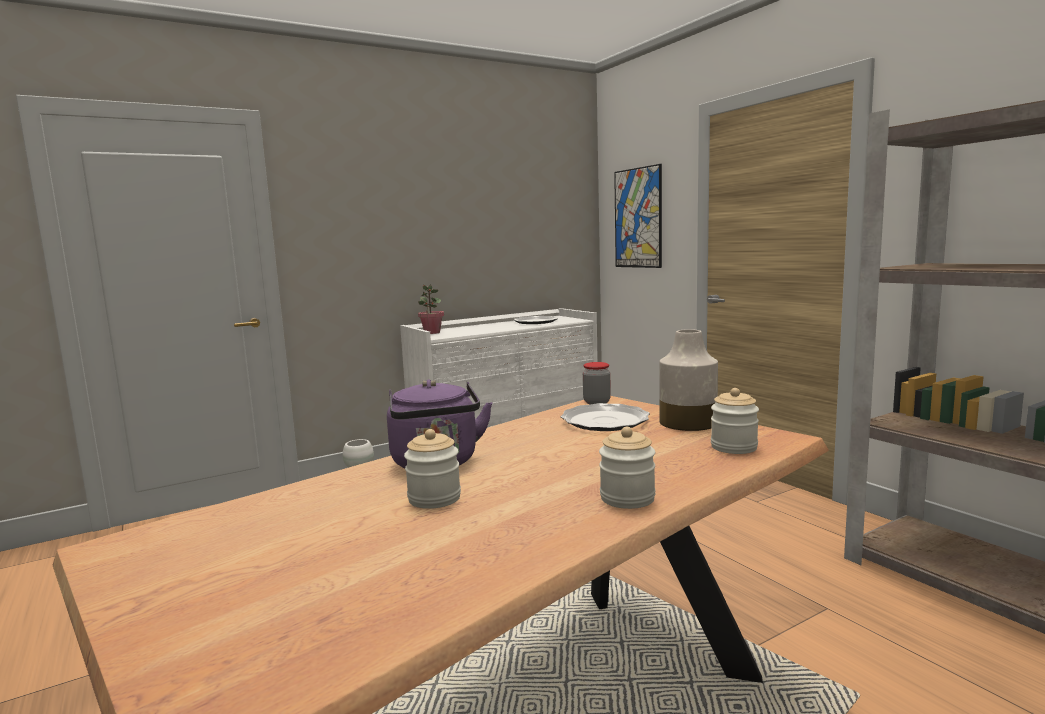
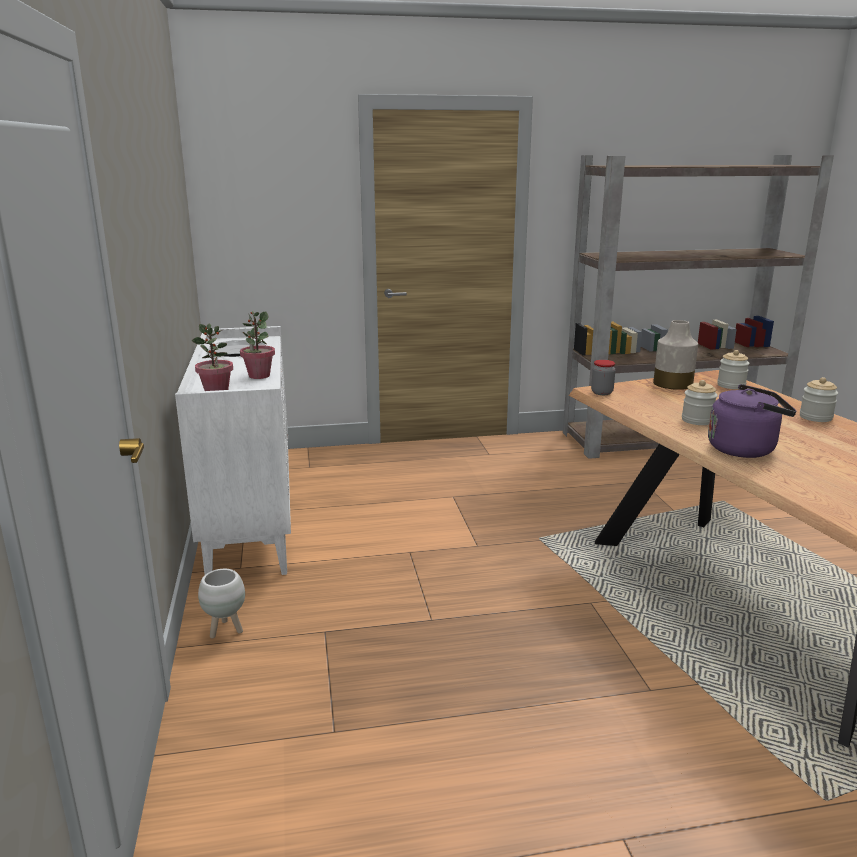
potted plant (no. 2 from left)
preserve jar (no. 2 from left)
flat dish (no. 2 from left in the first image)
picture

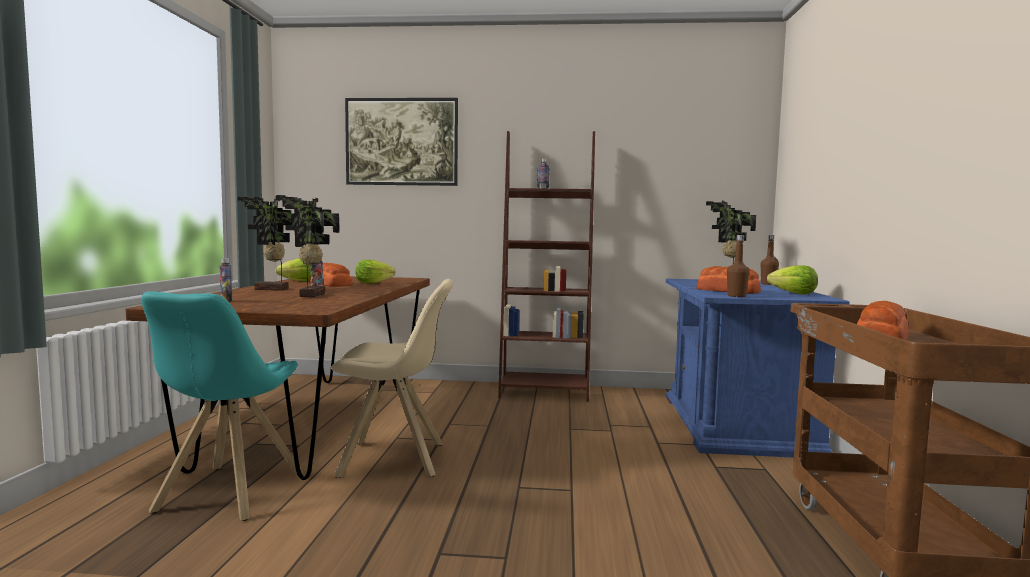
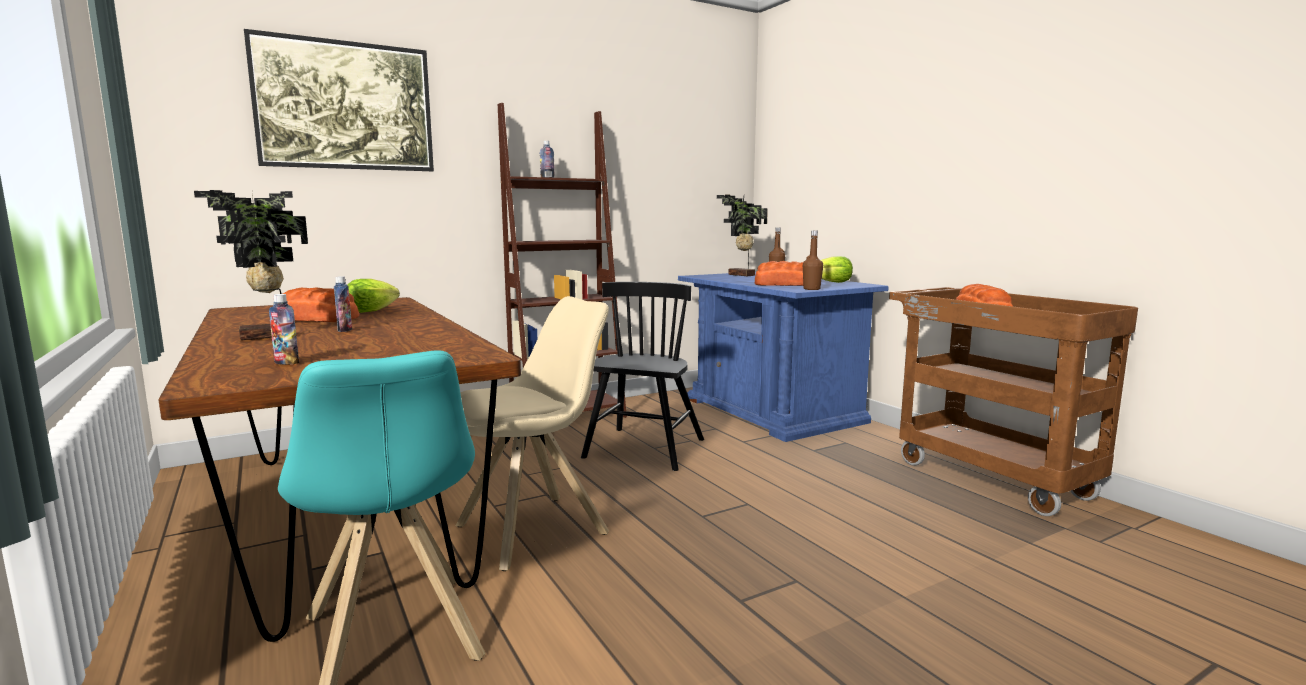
black-coloured chair
potted plant (no. 2 from left in the first image)
head of lettuce (no. 1 from left in the first image)

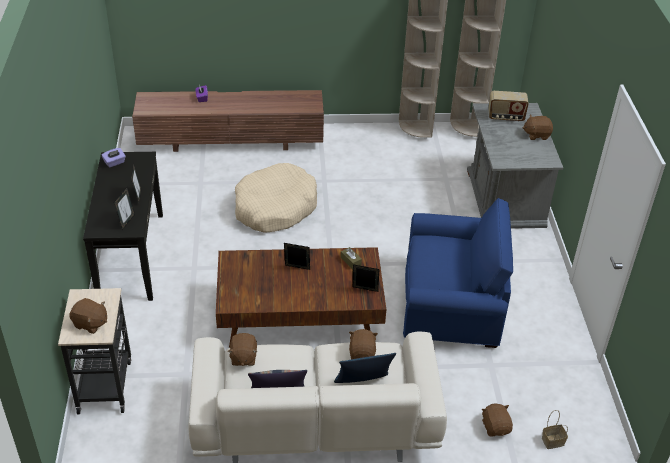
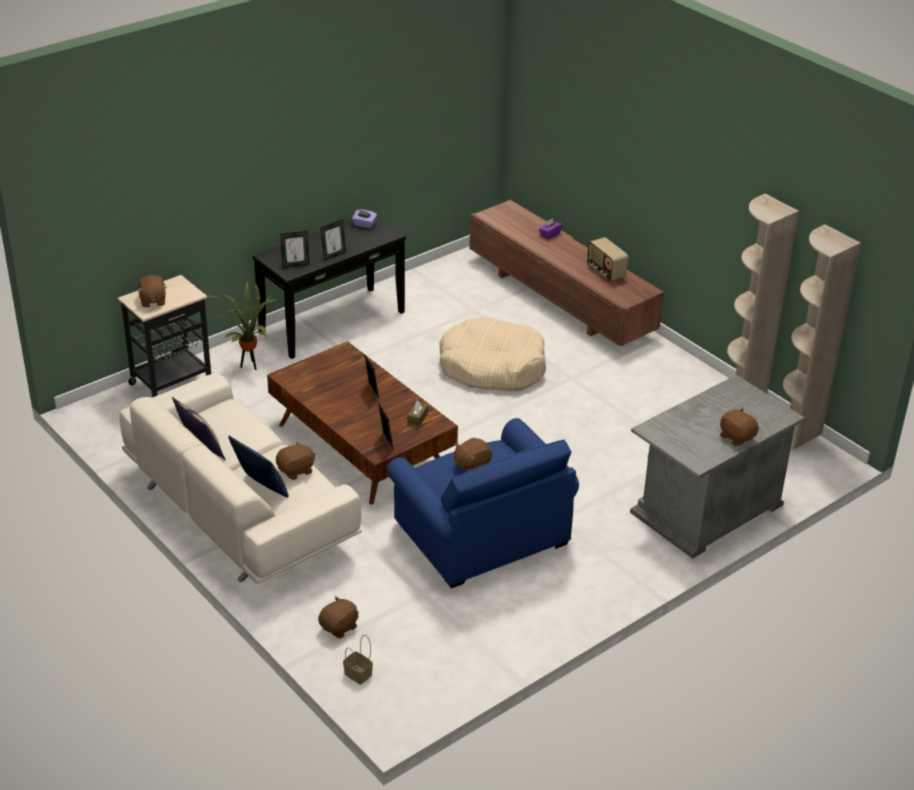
potted plant
brown-coloured soft toy (no. 4 from left)
radio set

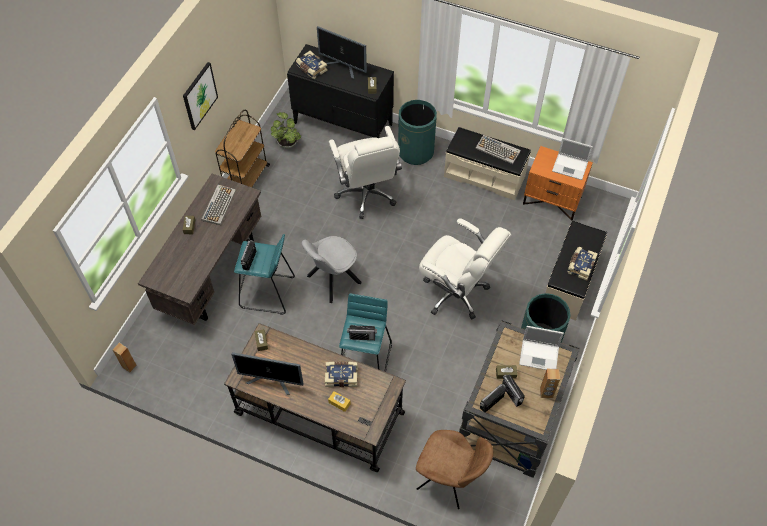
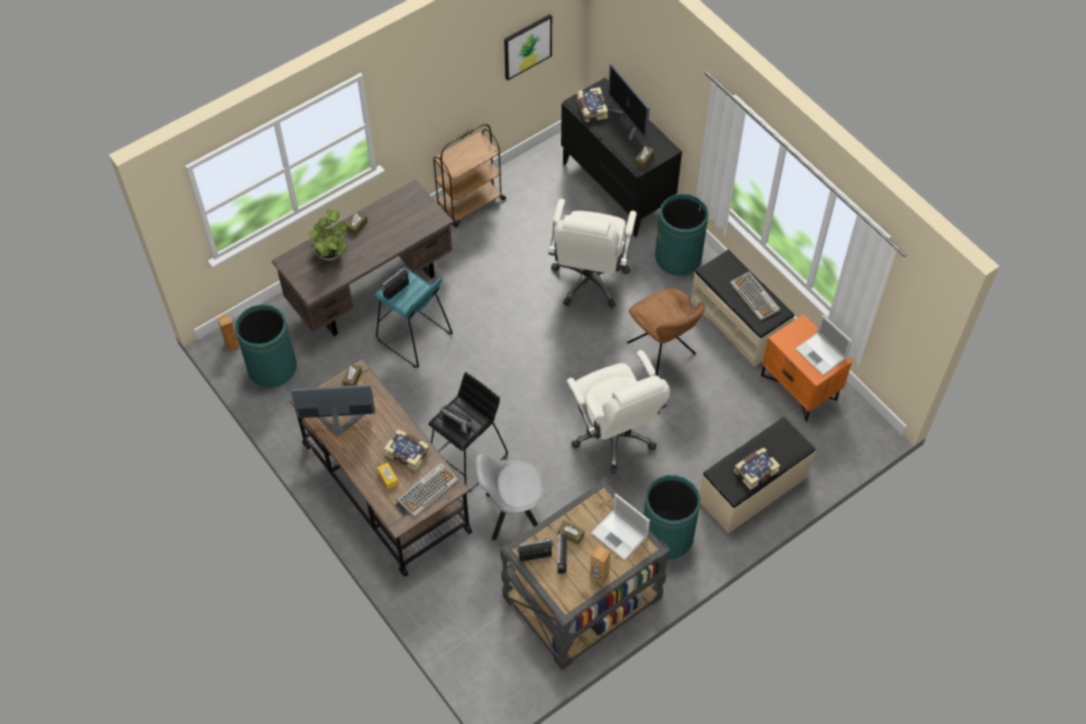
green waste bin (no. 1 from left)
monitor (no. 1 from left)
potted plant
keyboard (no. 1 from left)
black-coloured stool seat
grey chair
picture
brown-coloured chair

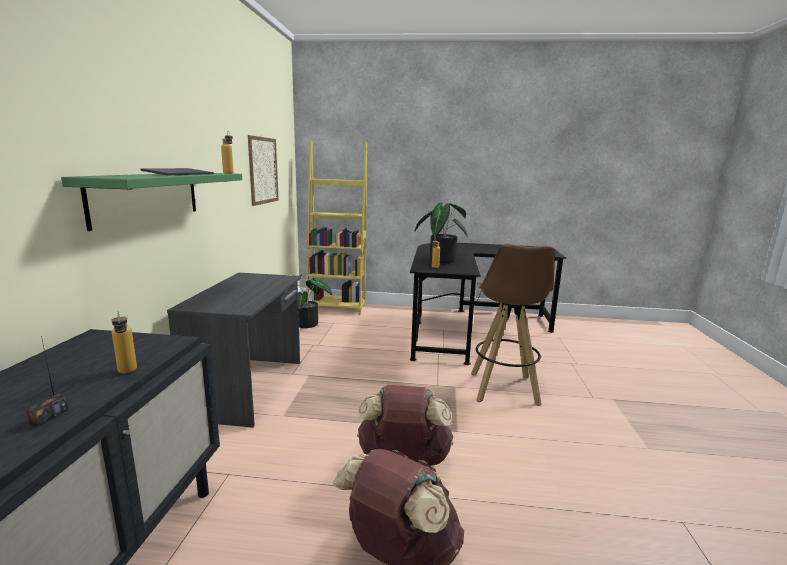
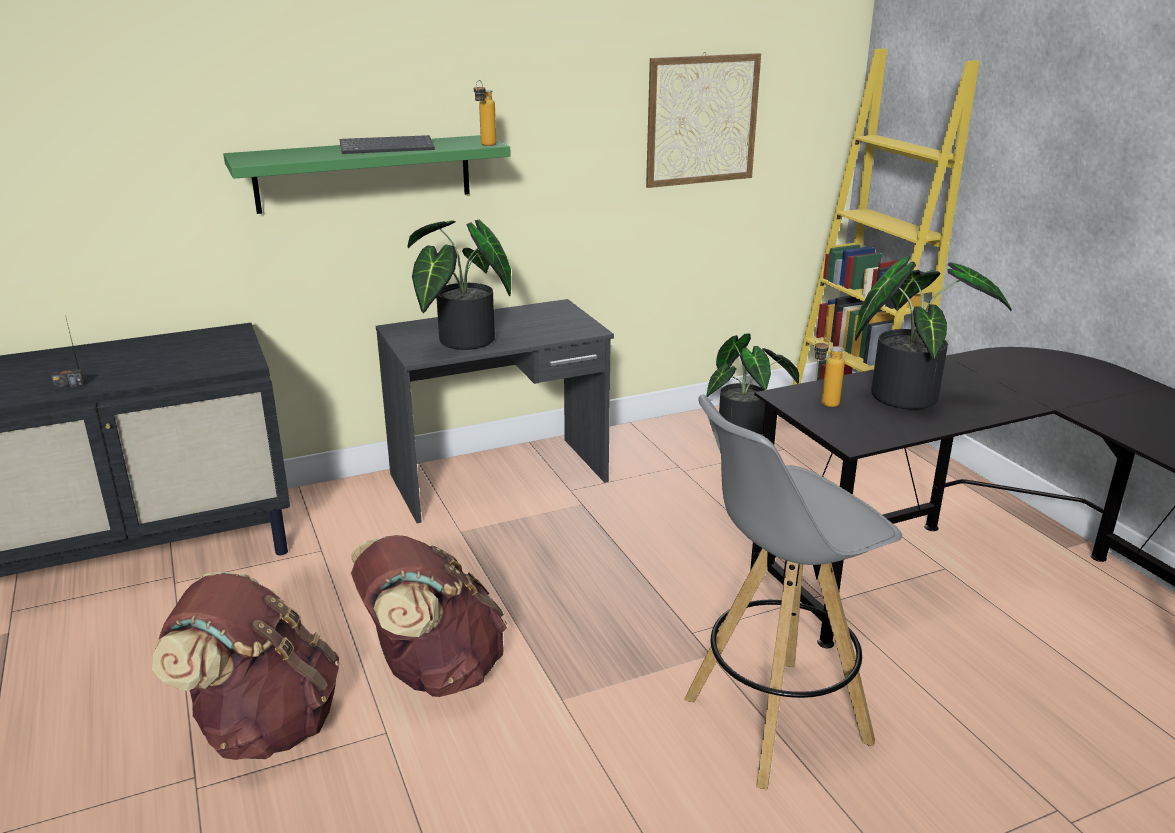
potted plant (no. 1 from left)
grey stool seat
drink bottle (no. 1 from left in the first image)

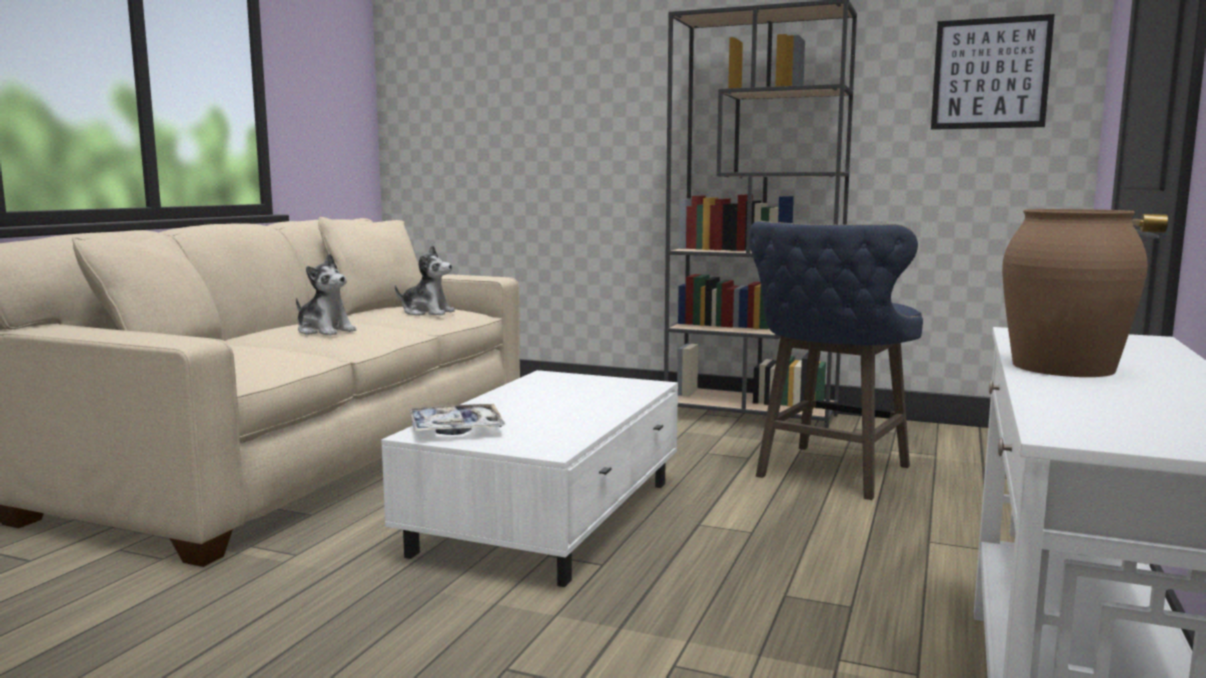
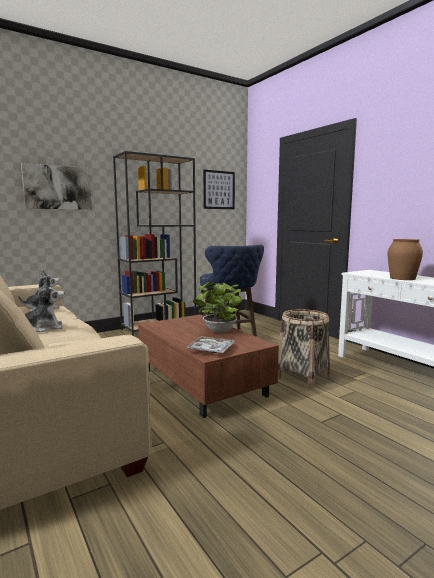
picture (no. 1 from left)
brown-coloured low table
potted plant
household basket

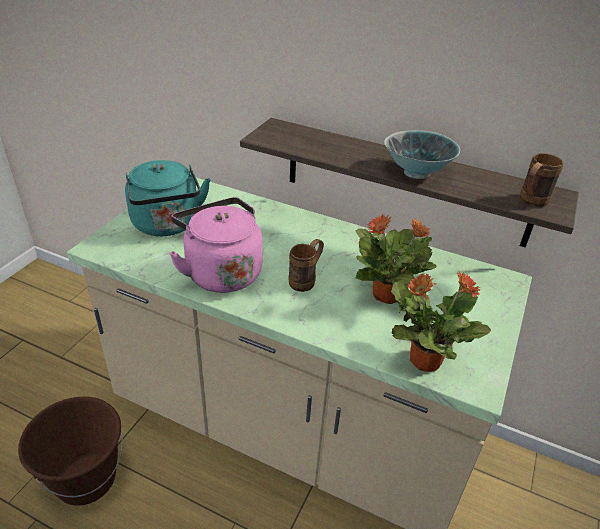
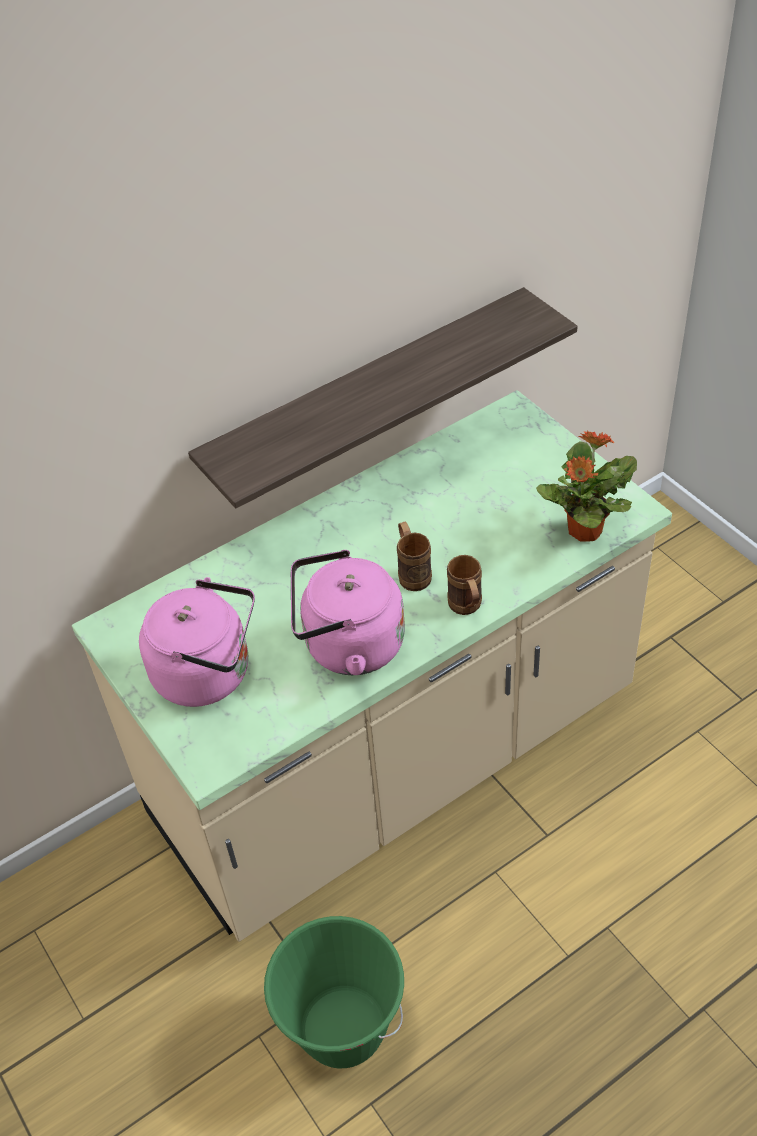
pinkish water kettle (no. 1 from left)
green pail
brown-coloured mug (no. 2 from left)
potted plant (no. 1 from left in the first image)
deep dish

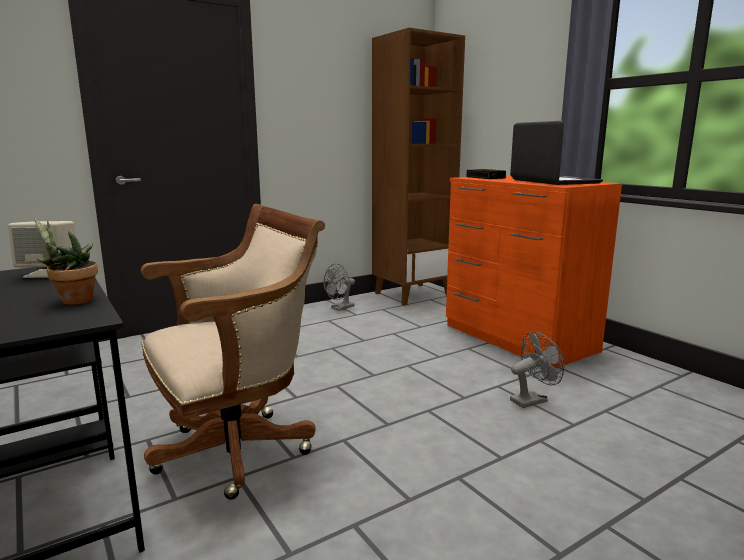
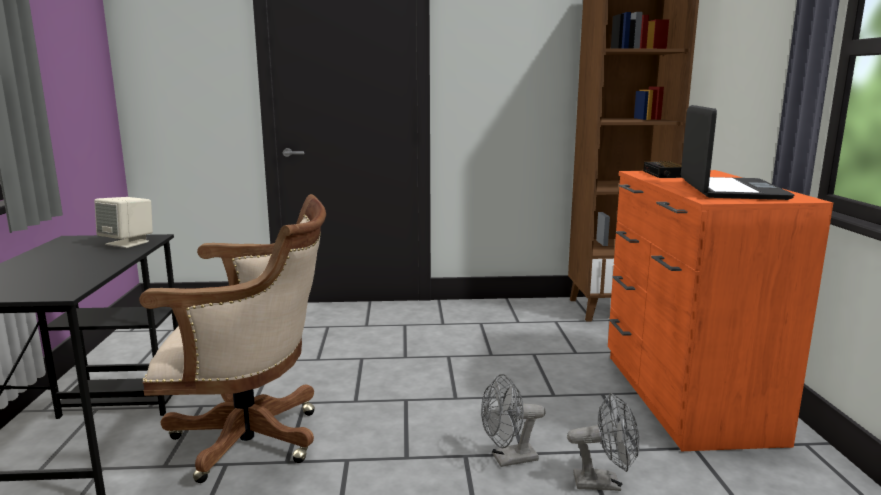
grey electric fan (no. 1 from left)
potted plant

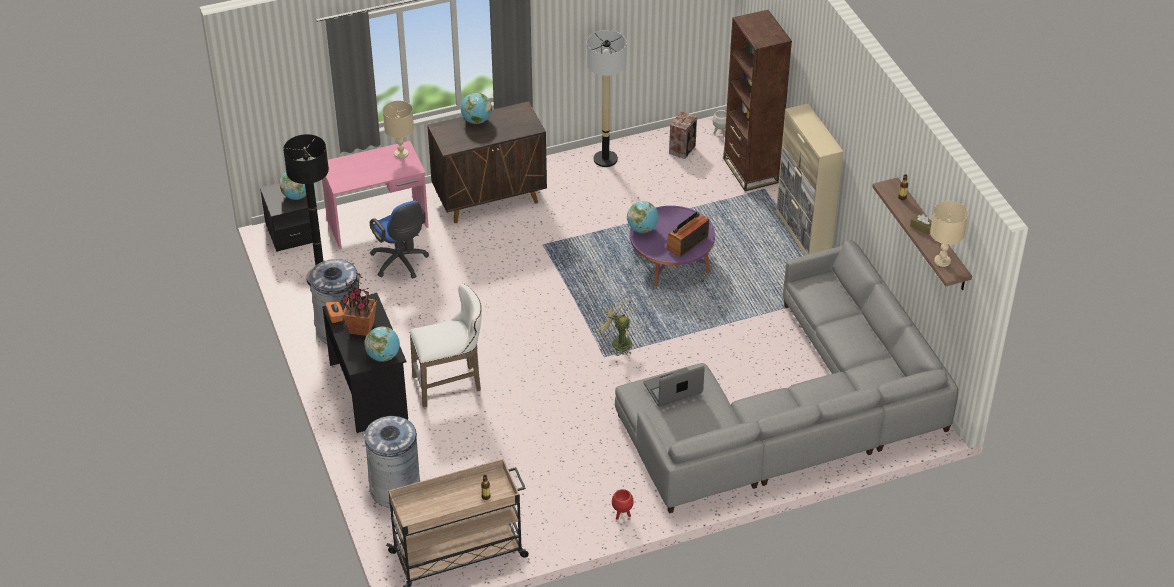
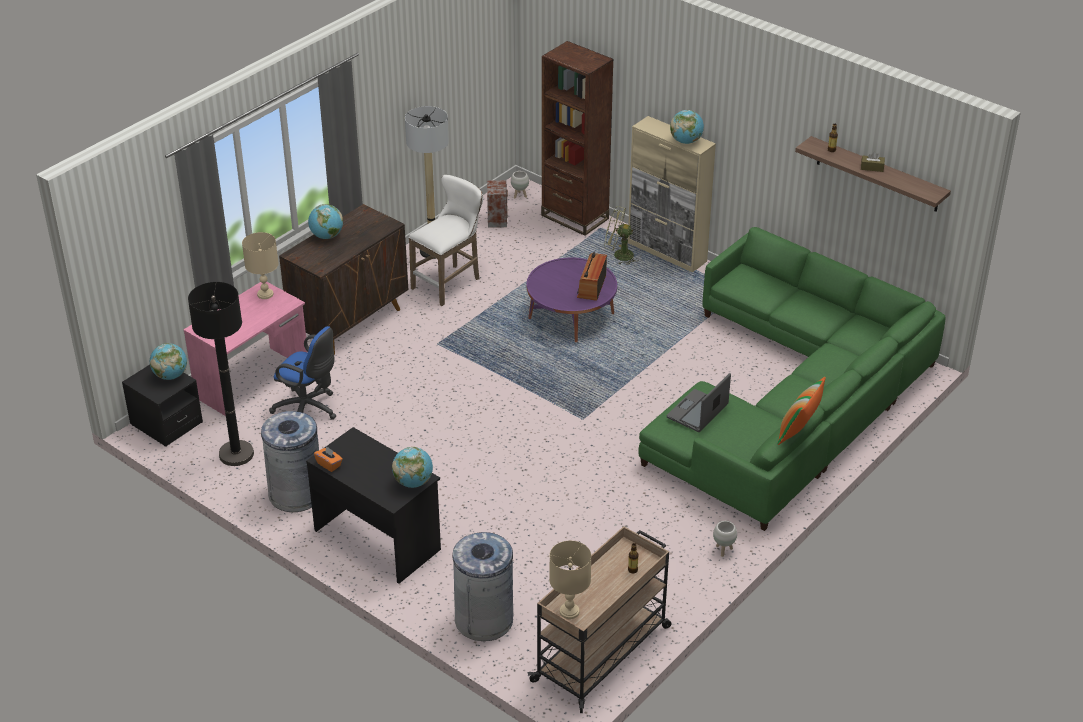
white-coloured stool seat
beige-coloured table lamp (no. 2 from left)
green electric fan
green couch
globe (no. 4 from left)
white-coloured plant pot (no. 2 from left)
cushion
potted plant

